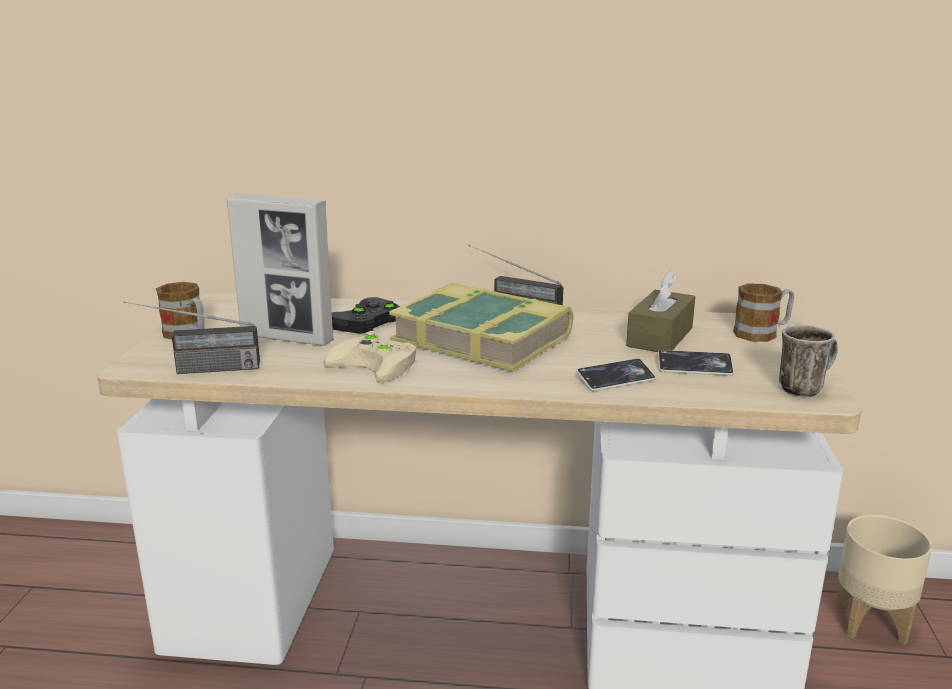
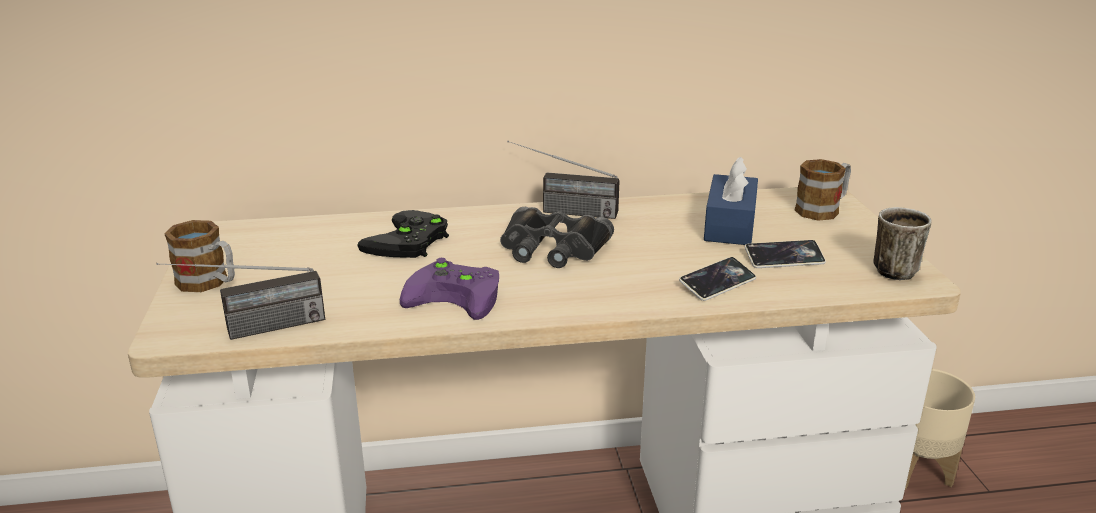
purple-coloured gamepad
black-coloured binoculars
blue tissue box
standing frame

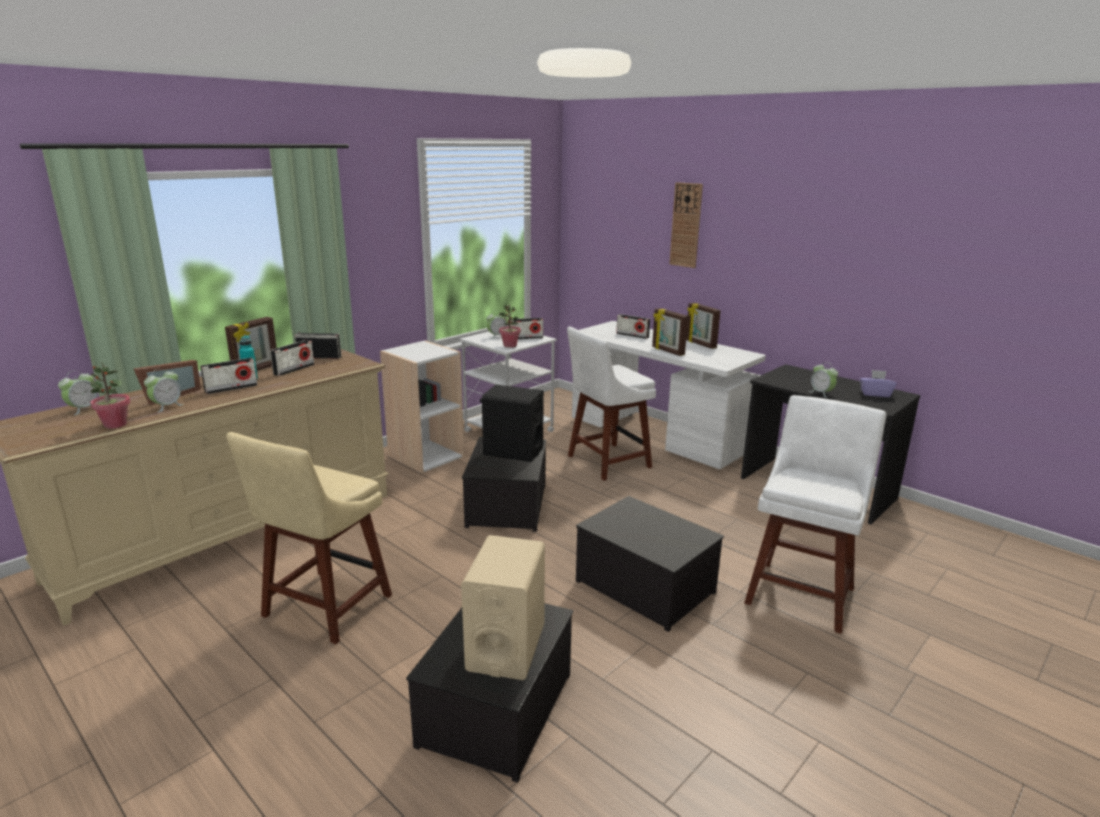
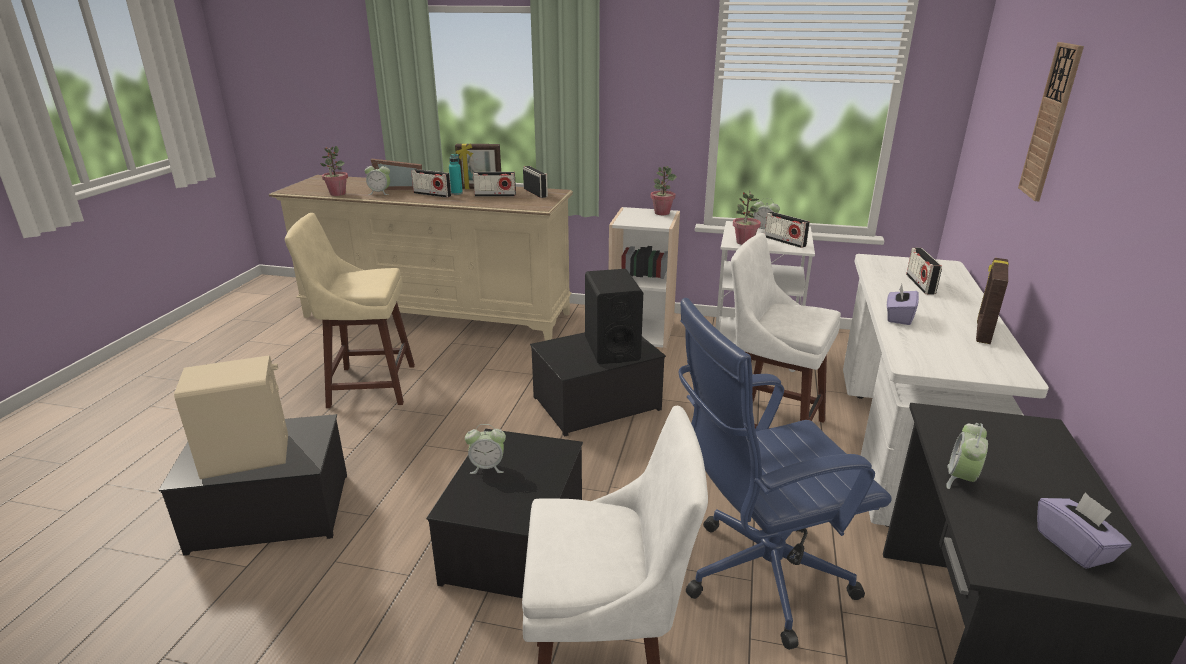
alarm clock (no. 2 from left)
potted plant (no. 2 from left)
blue office chair
purple-coloured tissue box (no. 1 from left)

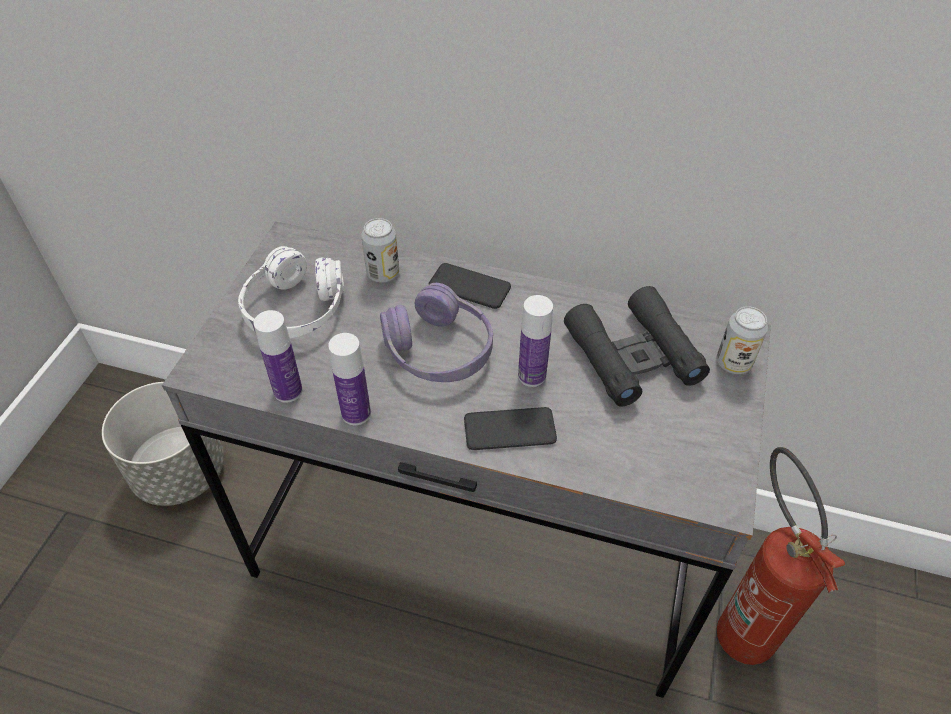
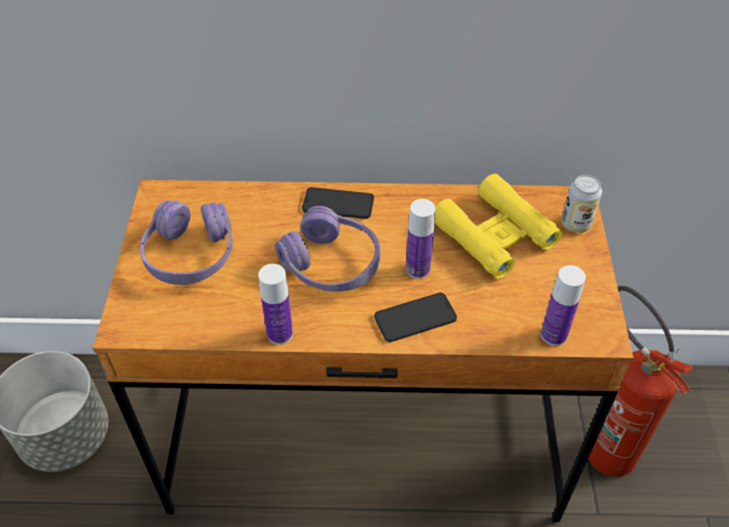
brown-coloured desk unit
purple-coloured headset (no. 1 from left)
yellowish binoculars
drink bottle (no. 3 from left)
metal can (no. 1 from left in the first image)

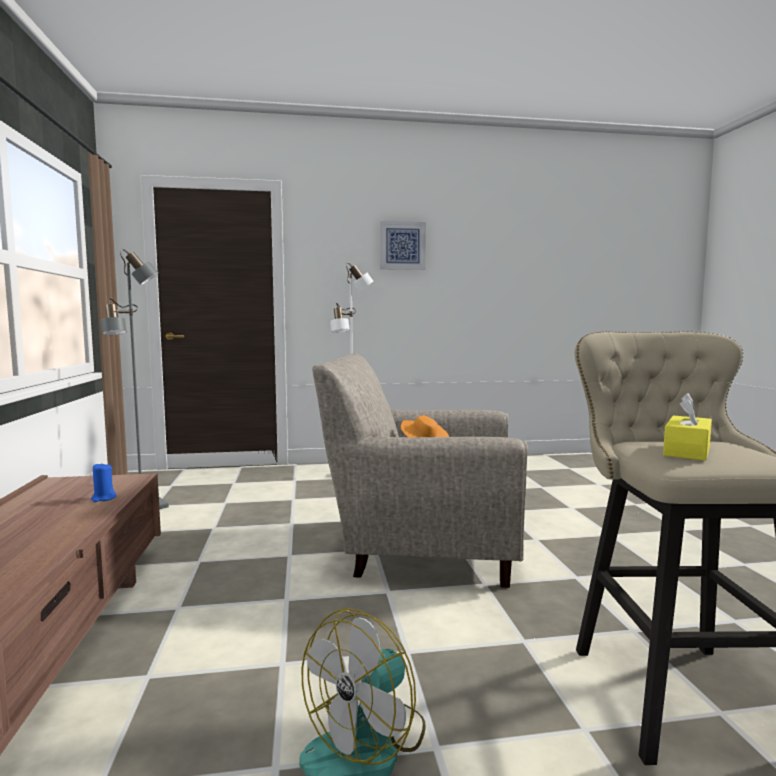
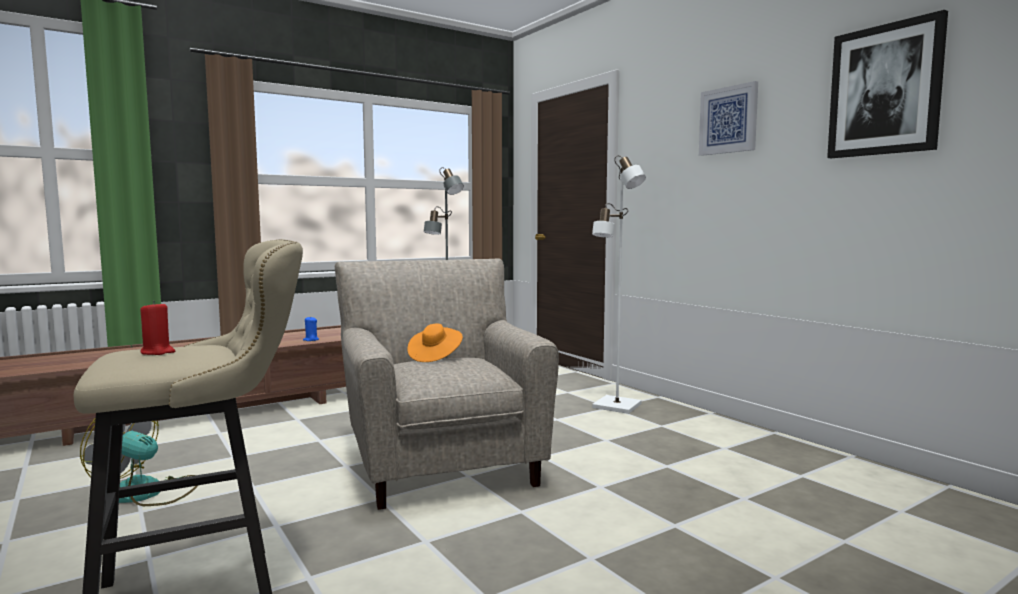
reddish candle
picture (no. 2 from left)

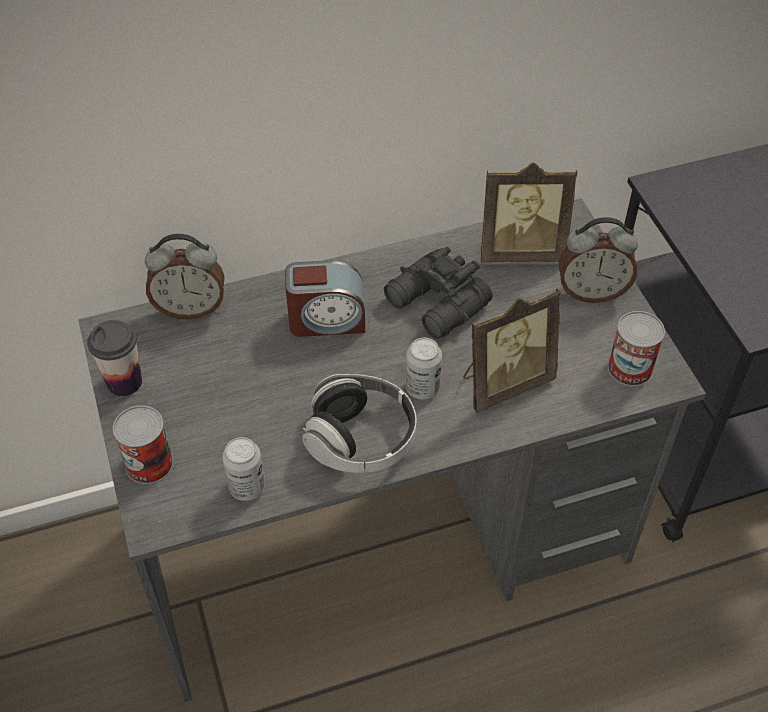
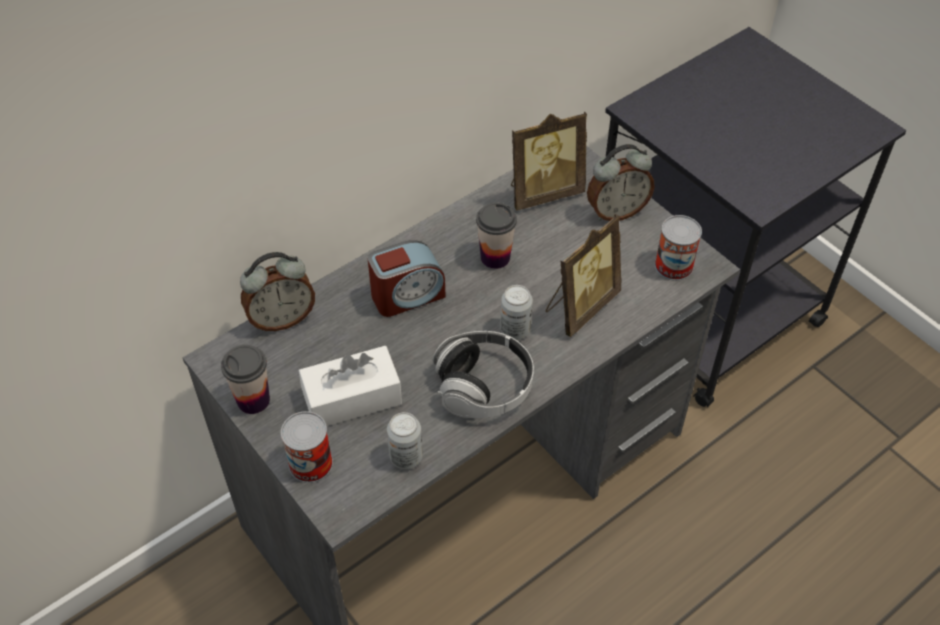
white-coloured tissue box
small cup (no. 2 from left)

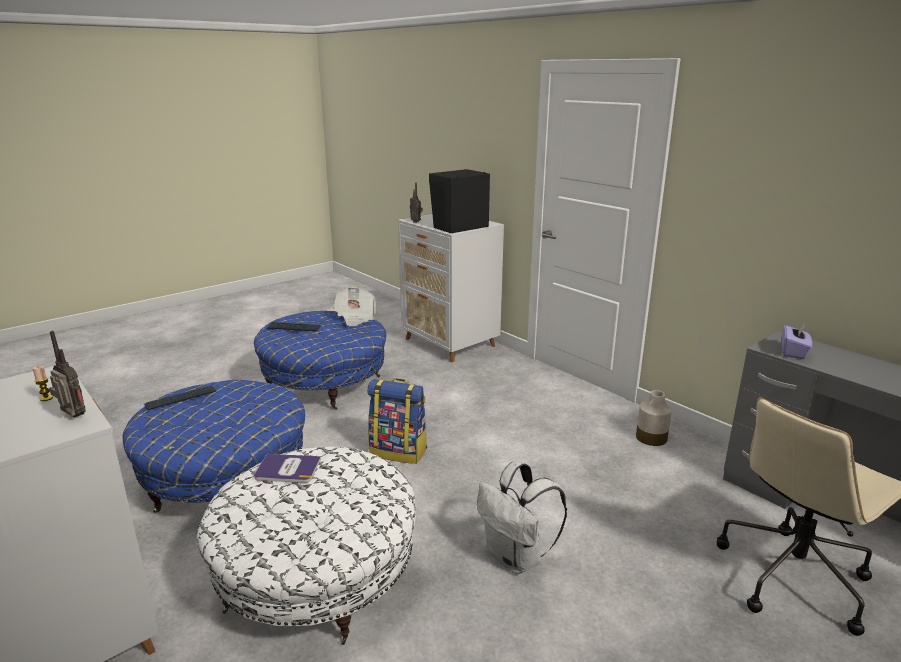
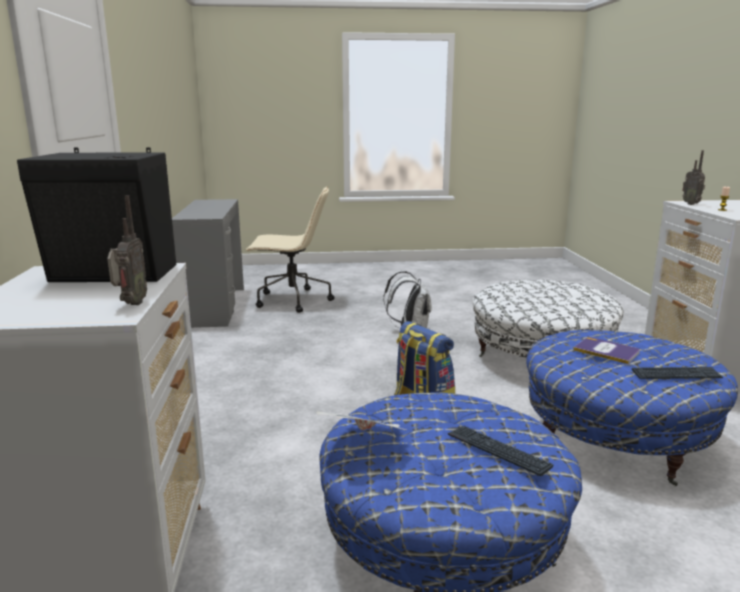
volume
beige-coloured vase
purple-coloured tissue box

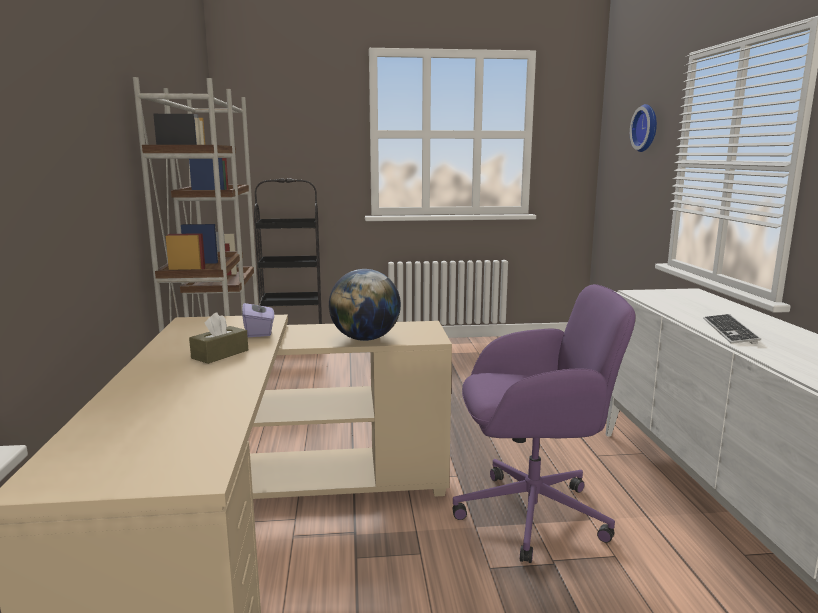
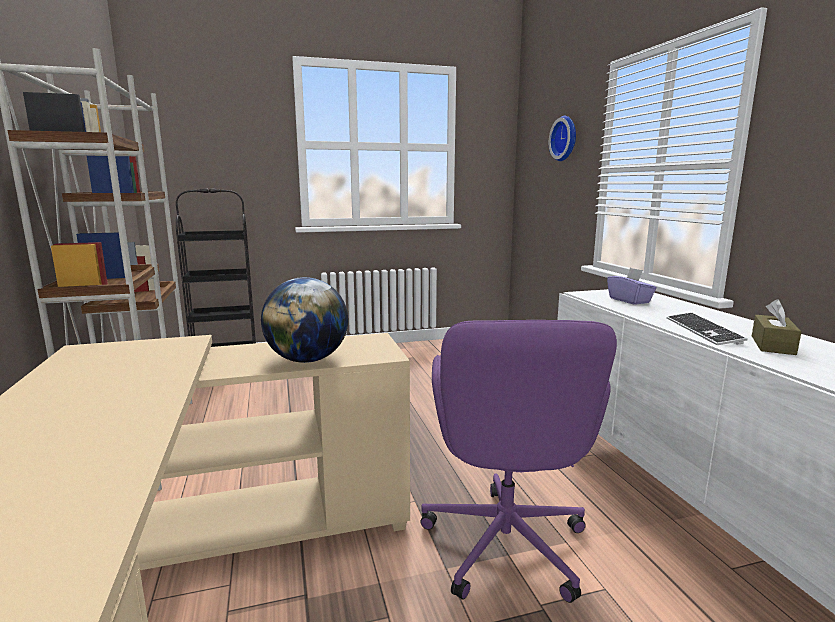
purple-coloured office chair
purple-coloured tissue box
brown-coloured tissue box

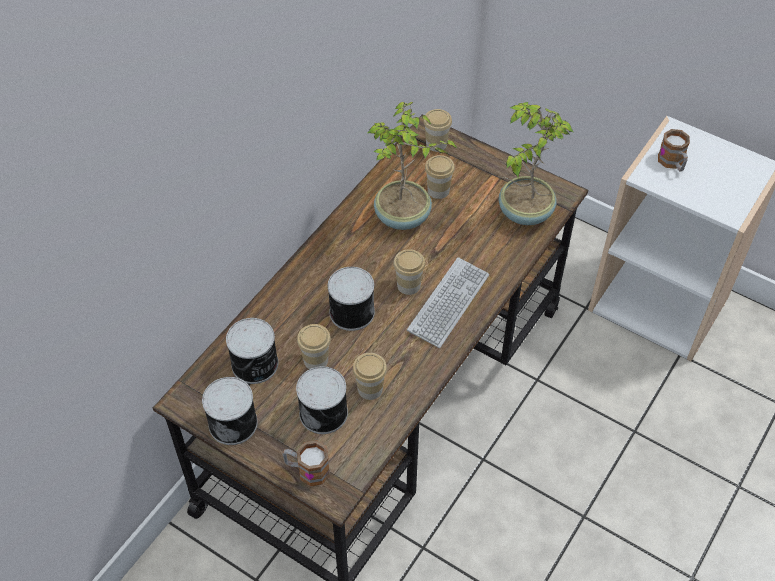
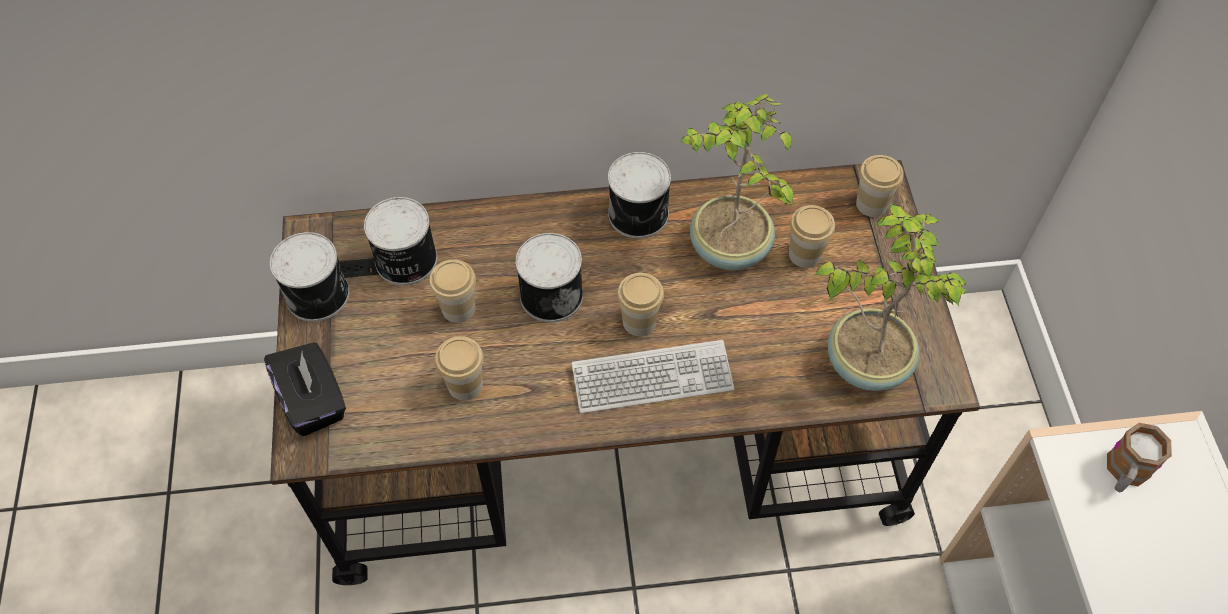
black-coloured tissue box
metal can (no. 4 from left)

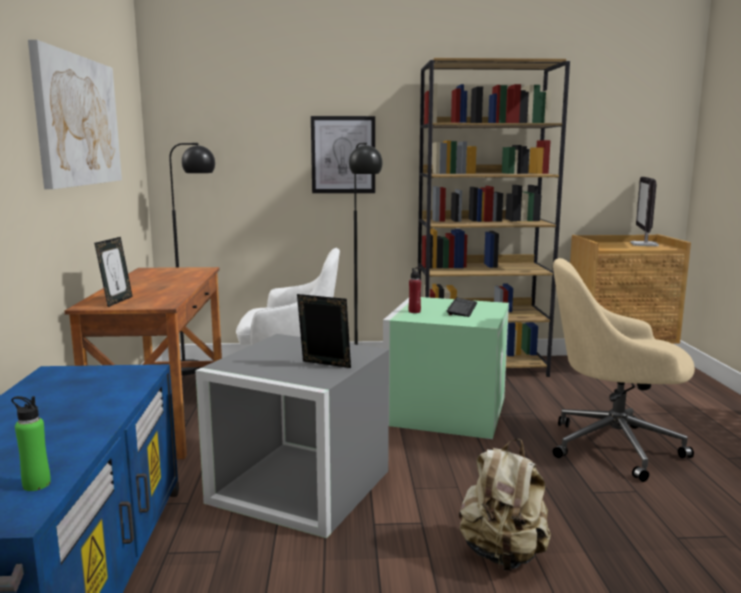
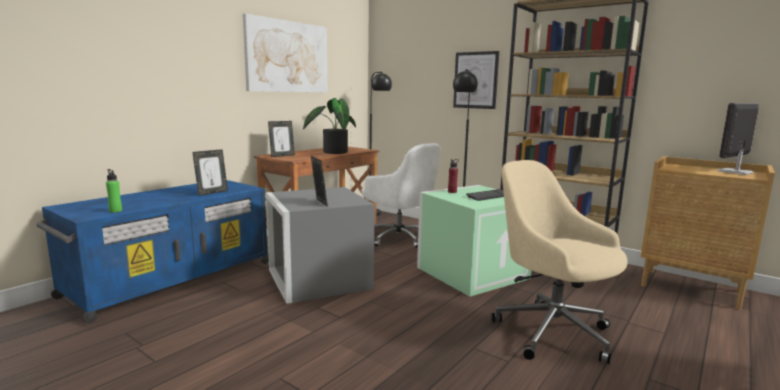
standing frame (no. 1 from left)
potted plant
beige-coloured backpack

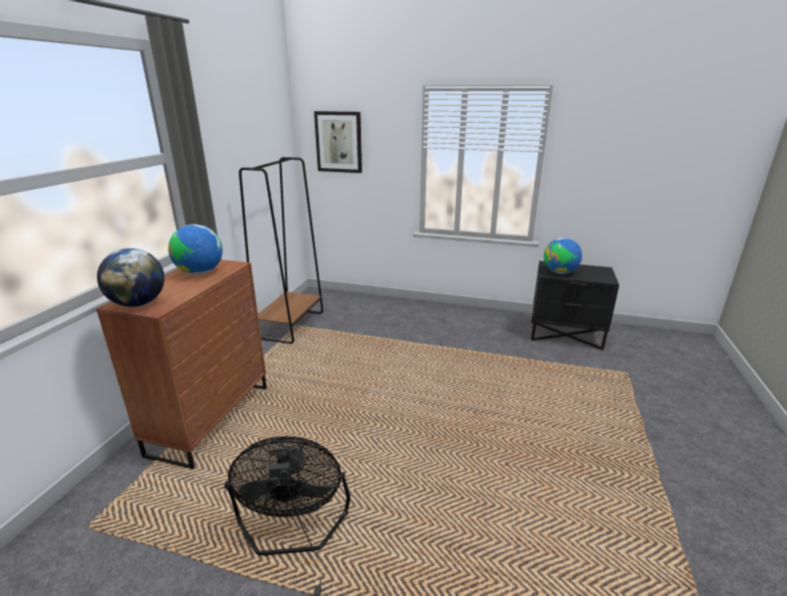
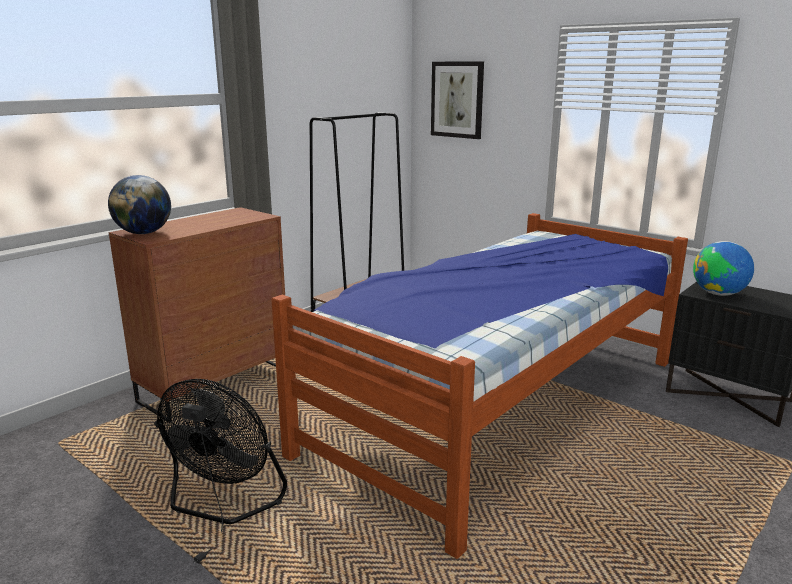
sleeping bed
globe (no. 2 from left in the first image)

